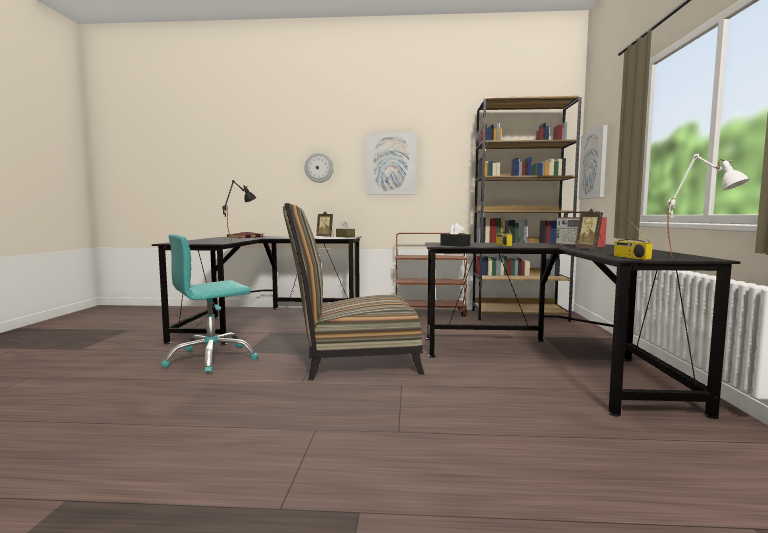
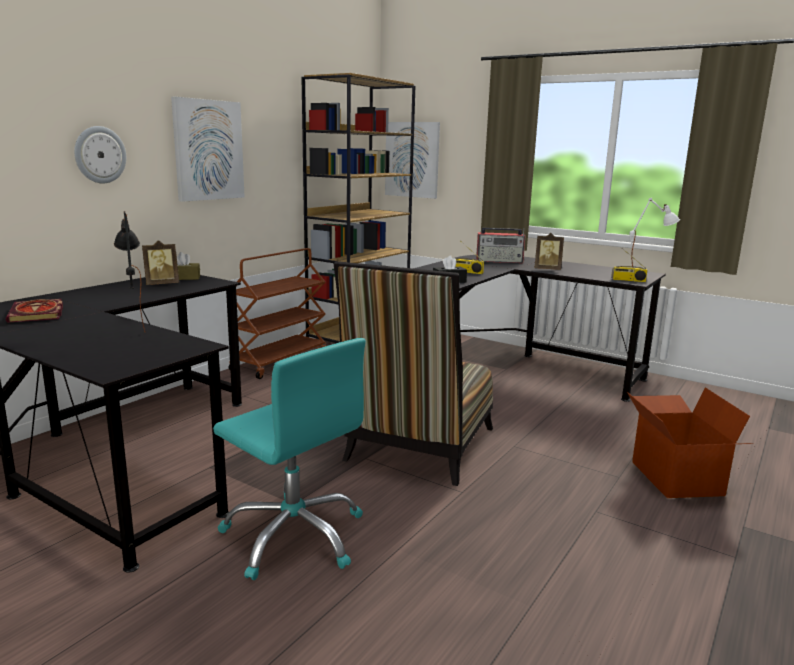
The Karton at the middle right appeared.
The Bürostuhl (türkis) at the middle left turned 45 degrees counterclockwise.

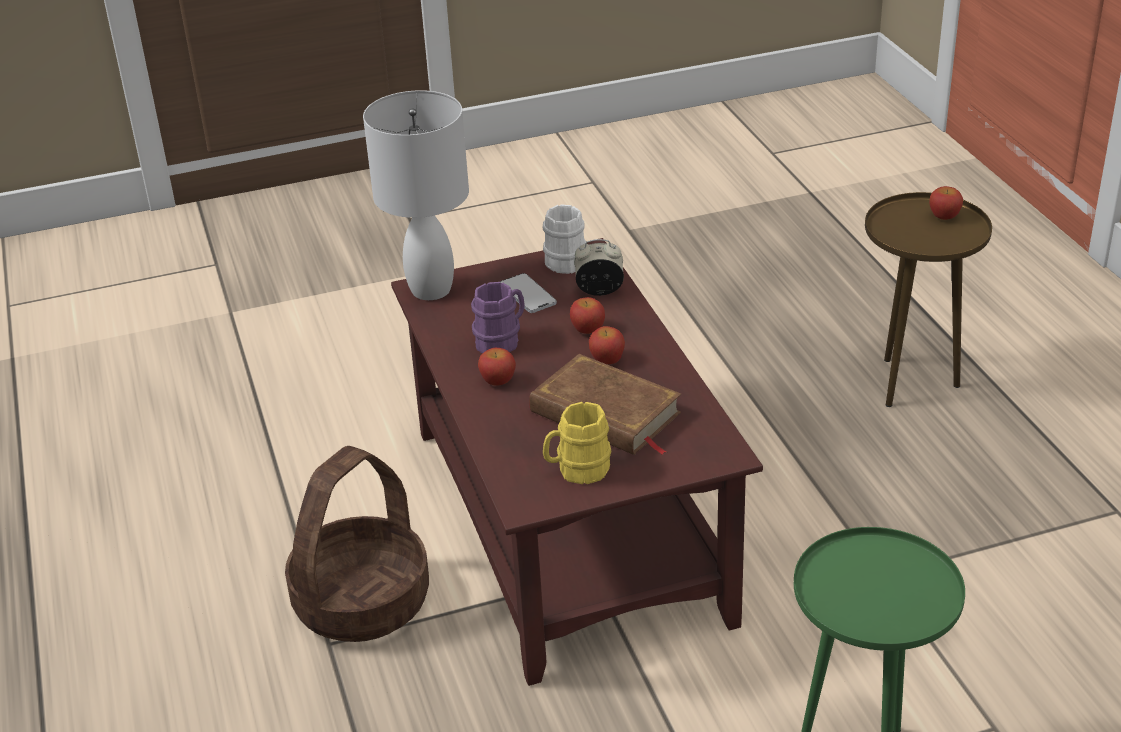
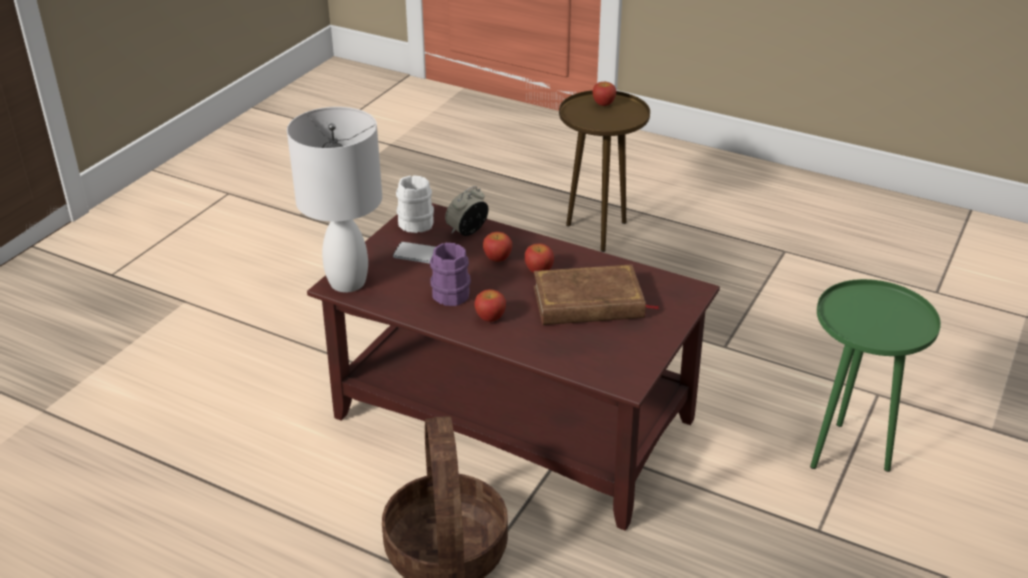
The Henkelbecher (gelb) at the centre disappeared.

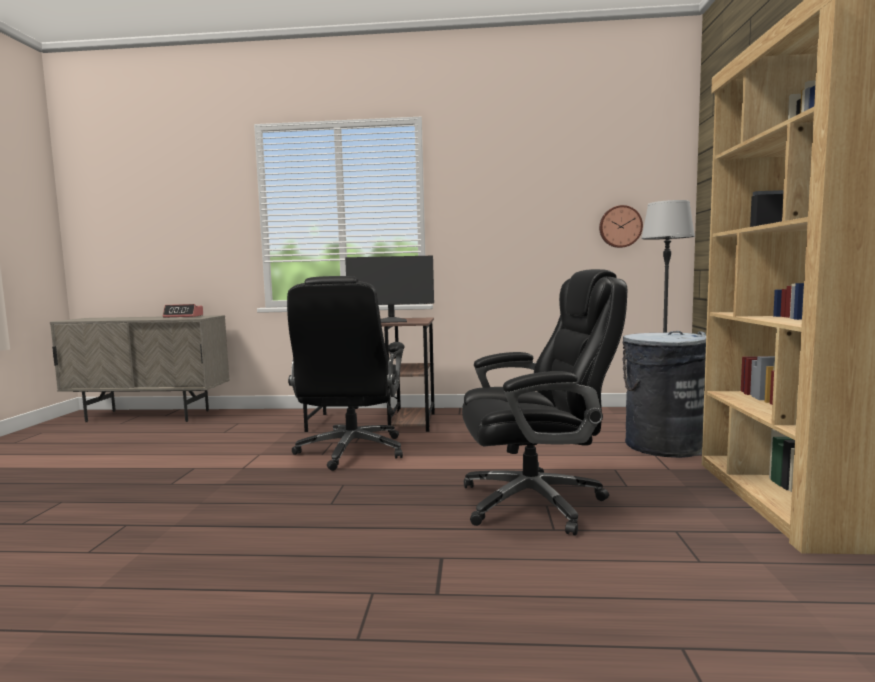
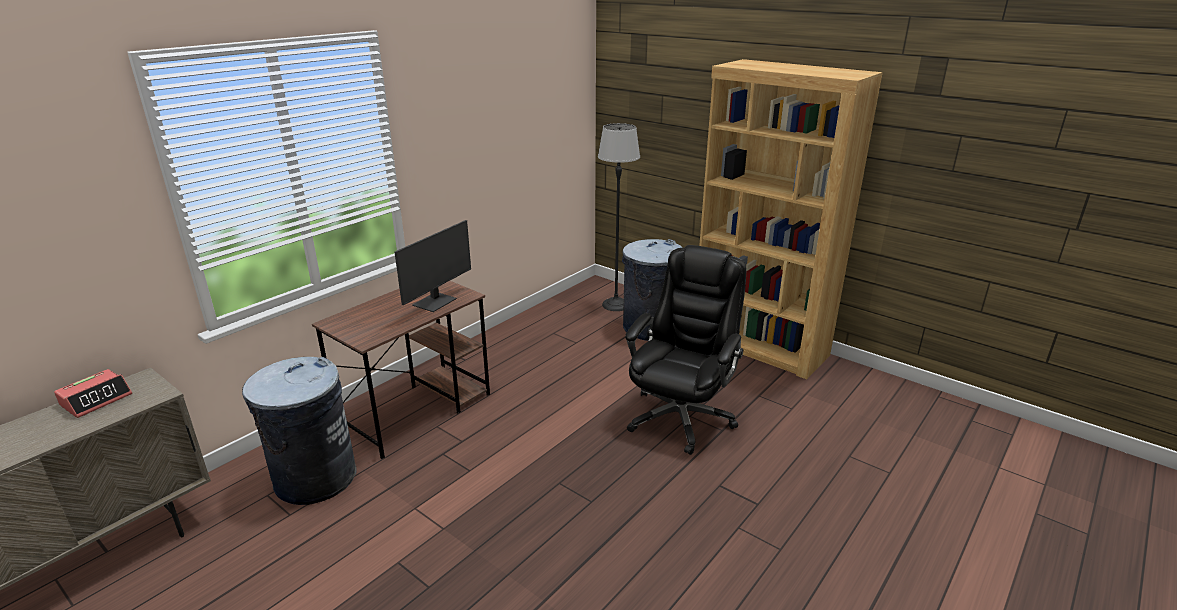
The Bürostuhl (schwarz) (no. 1 from left) at the centre disappeared.
The Wanduhr at the top right disappeared.
The Mülleimer (grau) (no. 1 from left) at the bottom left appeared.

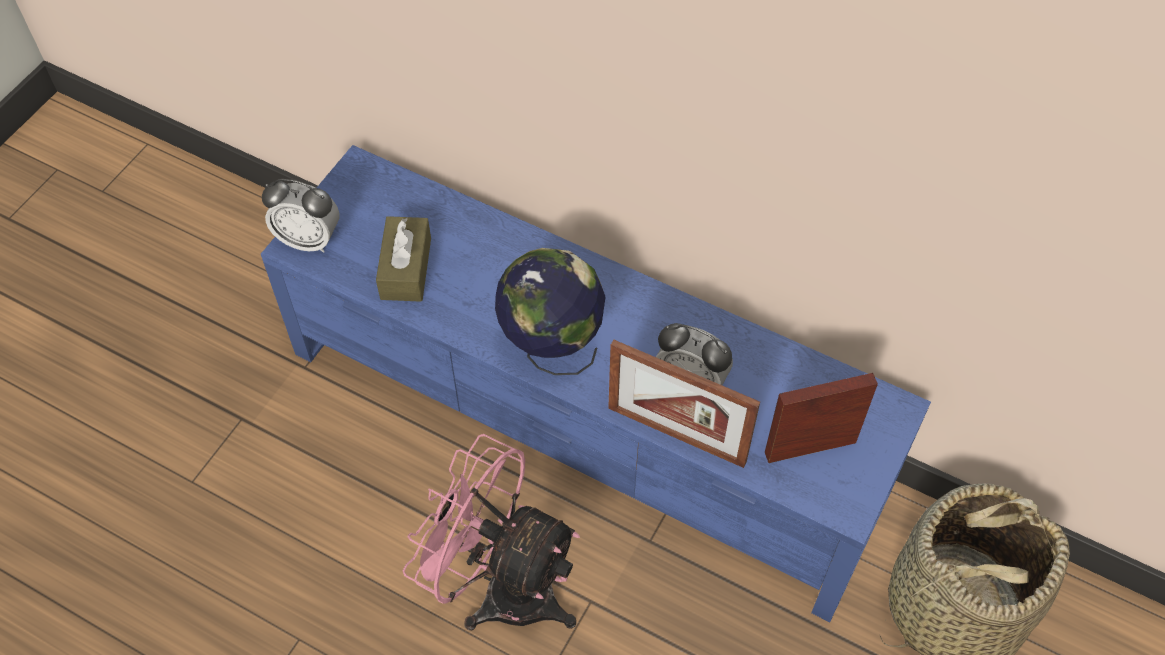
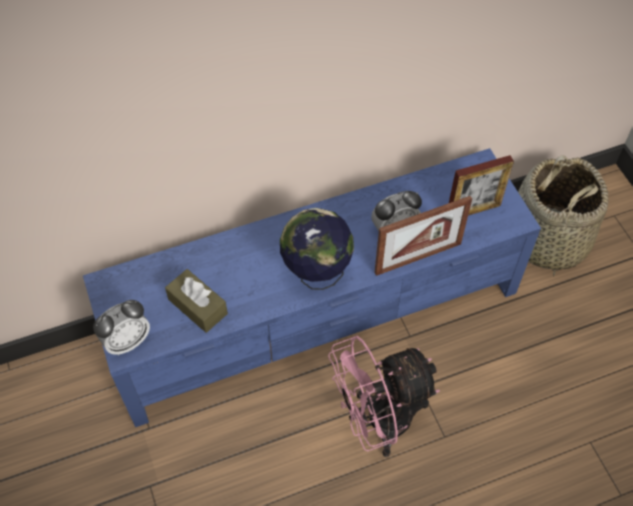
The Bilderrahmen (no. 2 from left) at the middle right turned 135 degrees counterclockwise.

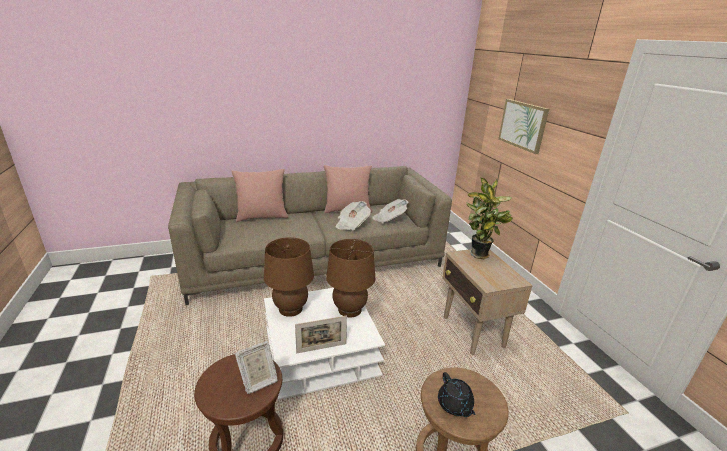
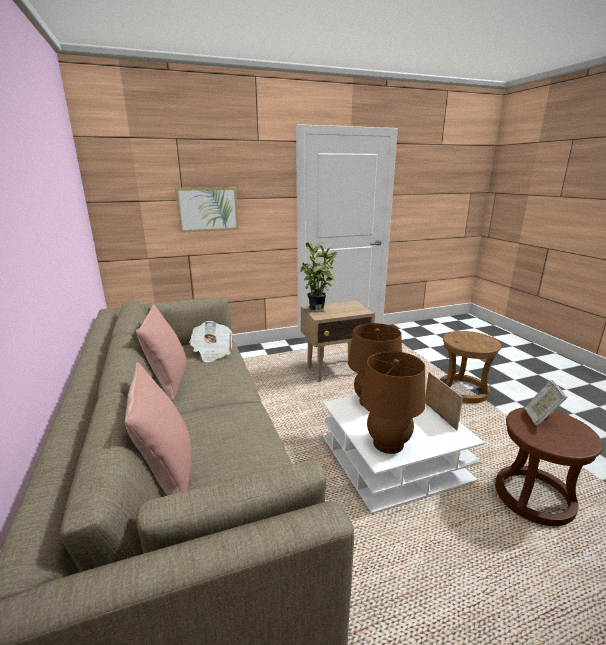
The Zeitung (no. 1 from left) at the centre disappeared.
The Teekanne (schwarz) at the bottom centre disappeared.
The Bilderrahmen (no. 1 from left in the first image) at the bottom centre turned 135 degrees counterclockwise.

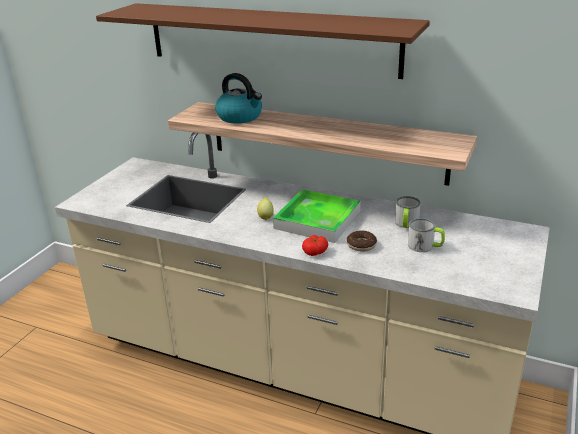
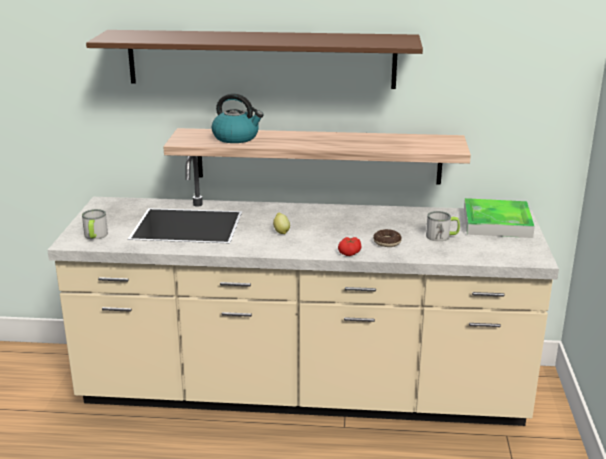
The Tablett moved from the centre to the middle right.
The Henkelbecher (no. 1 from left) moved from the middle right to the middle left.

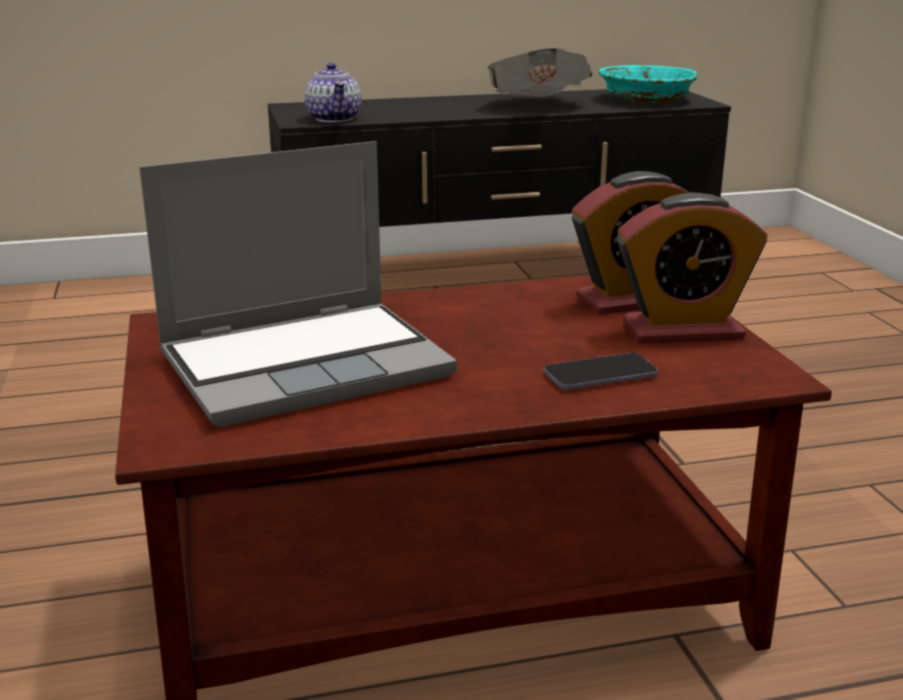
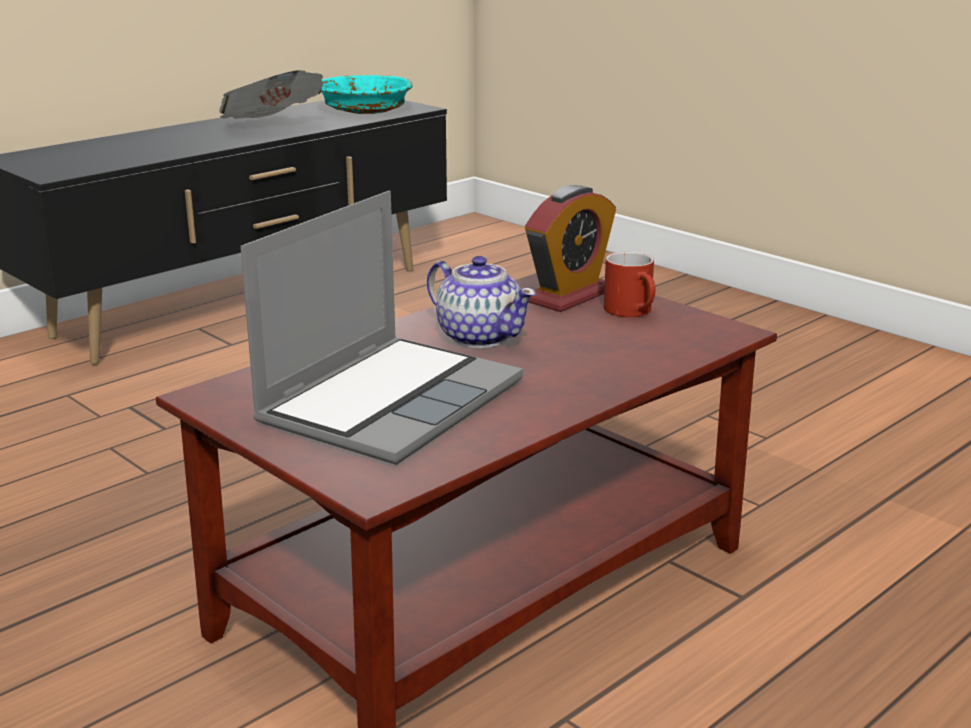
The Handy at the centre disappeared.
The Teekanne moved from the top centre to the centre.
The Wecker (no. 2 from left) at the middle right was replaced by the Henkelbecher (rot) at the centre.

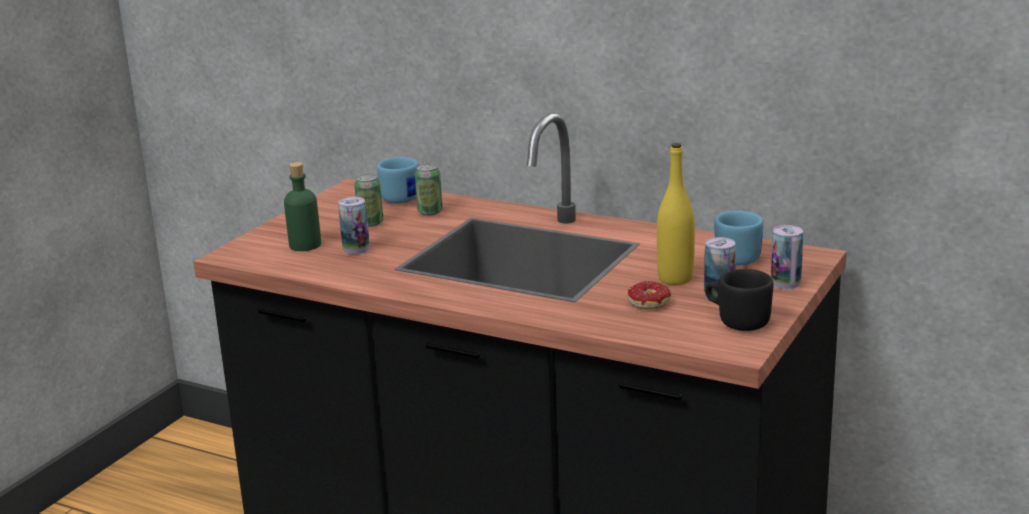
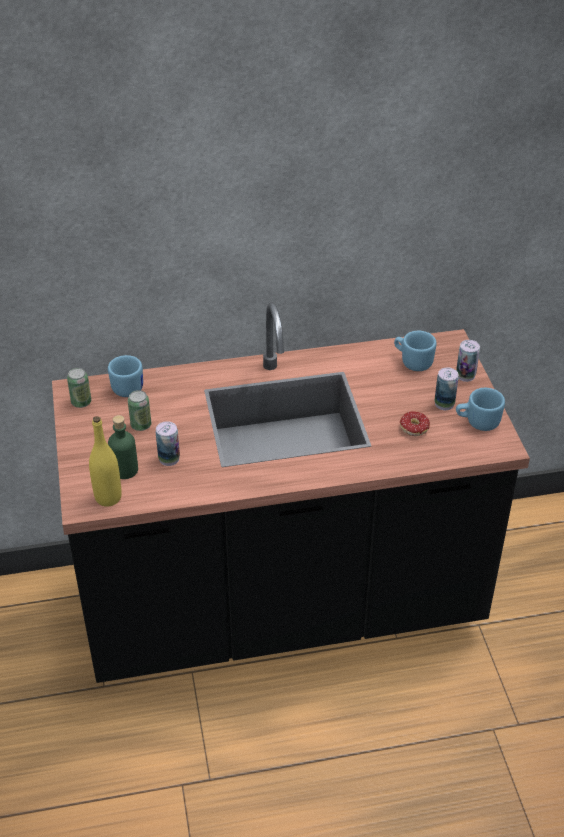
The Dose (no. 3 from left in the first image) moved from the centre to the middle left.
The Flasche (gelb) moved from the centre to the middle left.
The Henkelbecher (schwarz) at the middle right became the Henkelbecher (blau) (no. 3 from left) at the middle right.

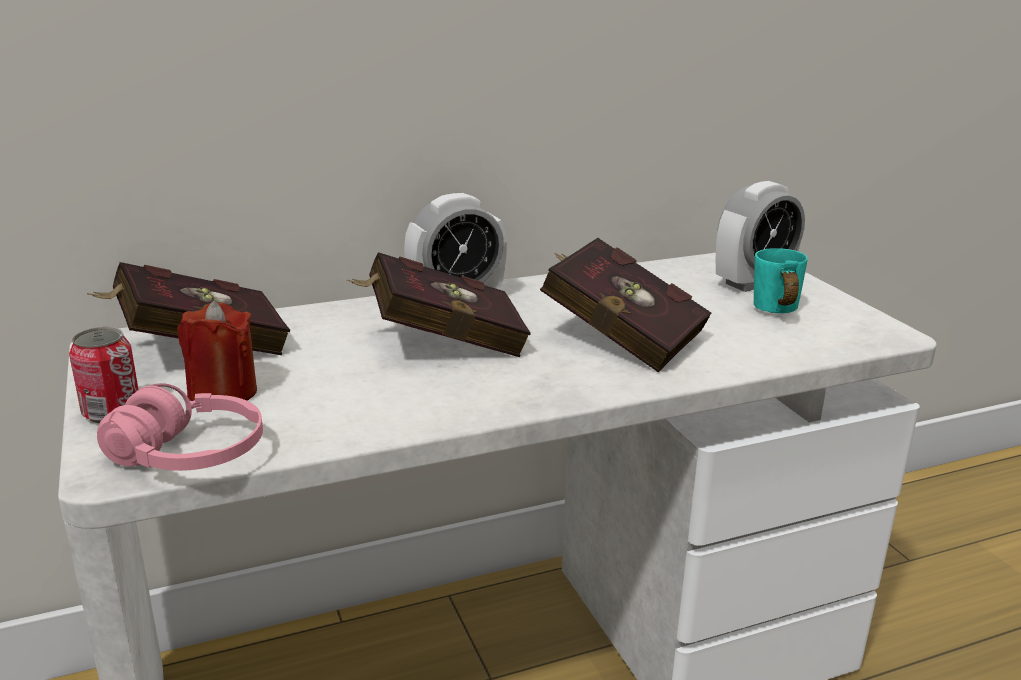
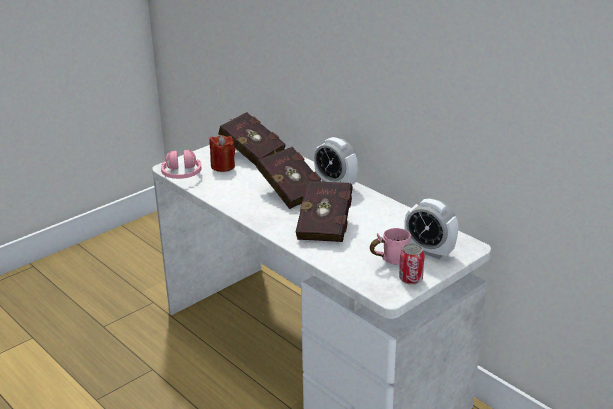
The Dose moved from the middle left to the middle right.
The Henkelbecher (türkis) at the middle right became the Henkelbecher (rosa) at the centre.

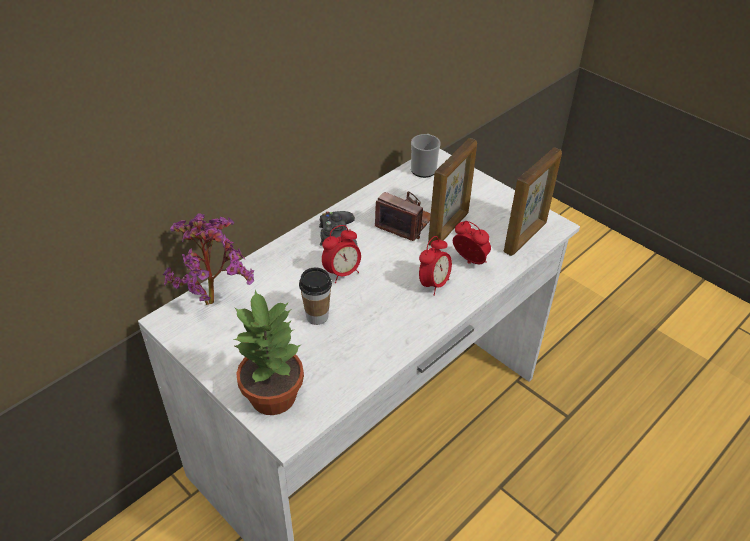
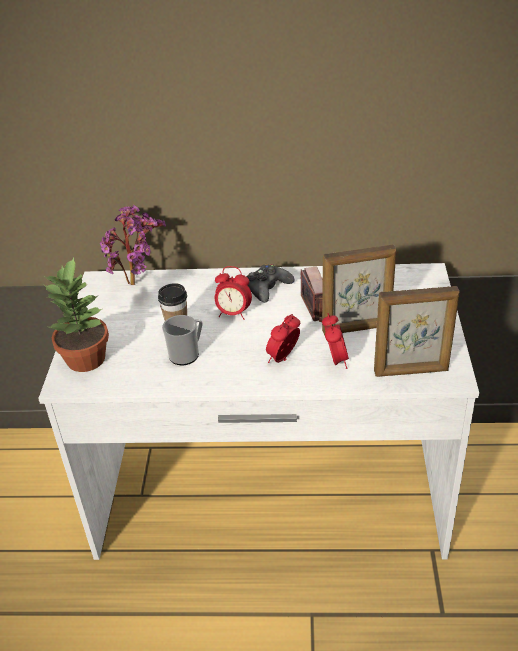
The Henkelbecher moved from the top centre to the centre.
The Wecker (no. 2 from left) at the centre turned 135 degrees clockwise.

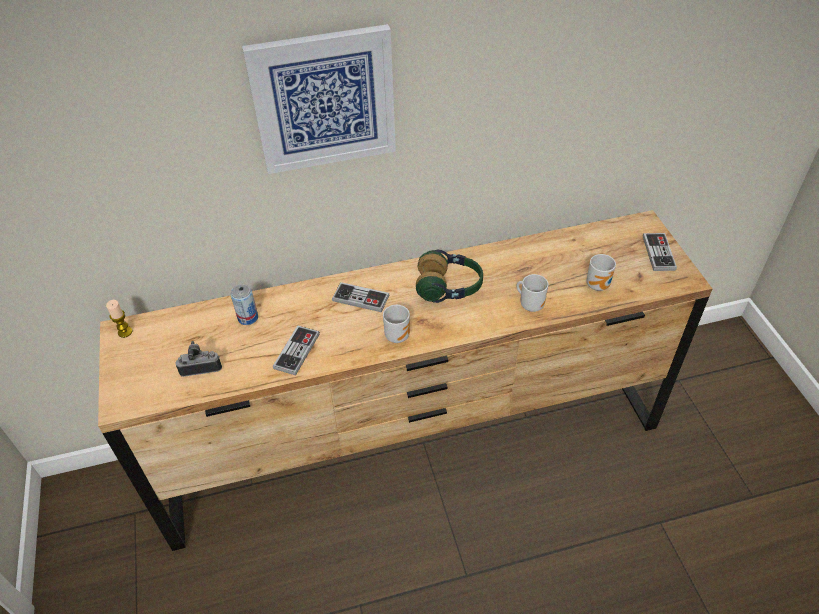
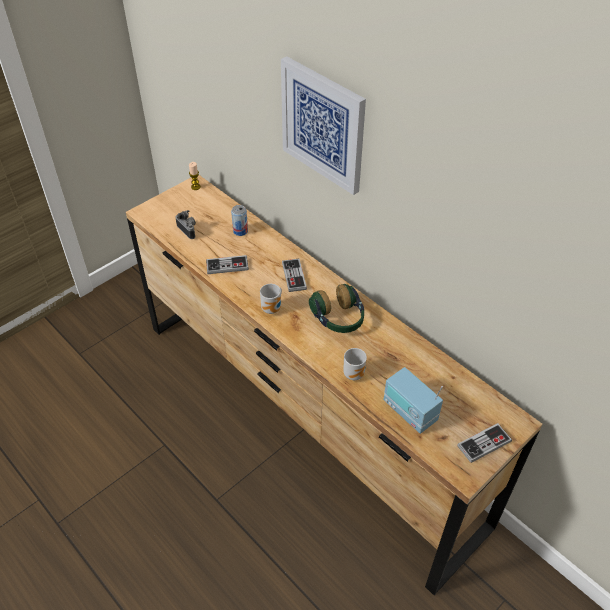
The Henkelbecher (no. 3 from left) at the middle right was replaced by the Radio at the middle right.

